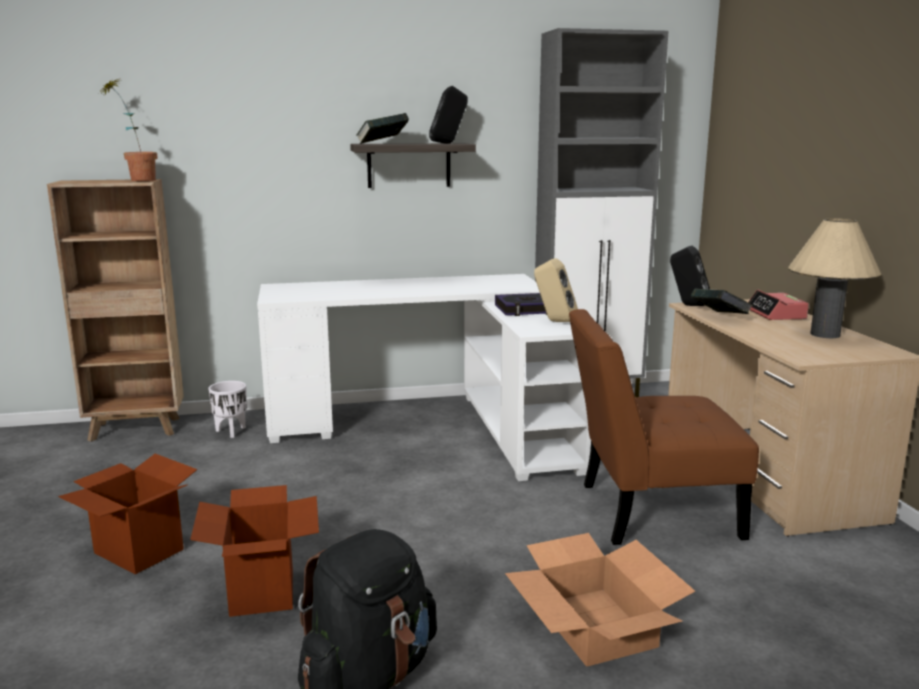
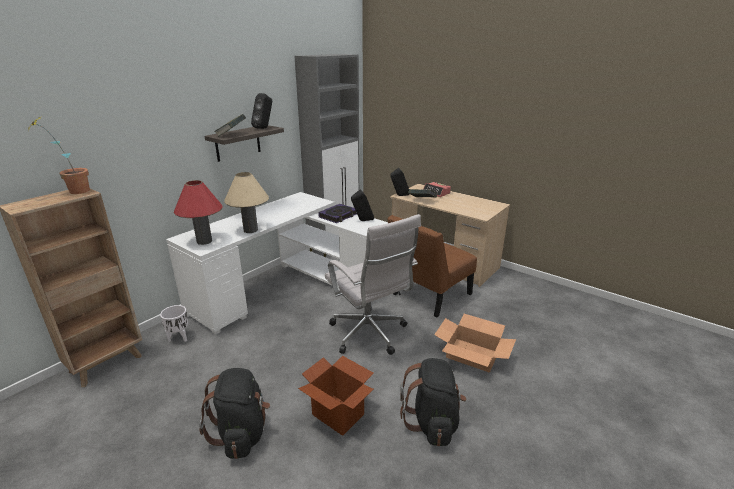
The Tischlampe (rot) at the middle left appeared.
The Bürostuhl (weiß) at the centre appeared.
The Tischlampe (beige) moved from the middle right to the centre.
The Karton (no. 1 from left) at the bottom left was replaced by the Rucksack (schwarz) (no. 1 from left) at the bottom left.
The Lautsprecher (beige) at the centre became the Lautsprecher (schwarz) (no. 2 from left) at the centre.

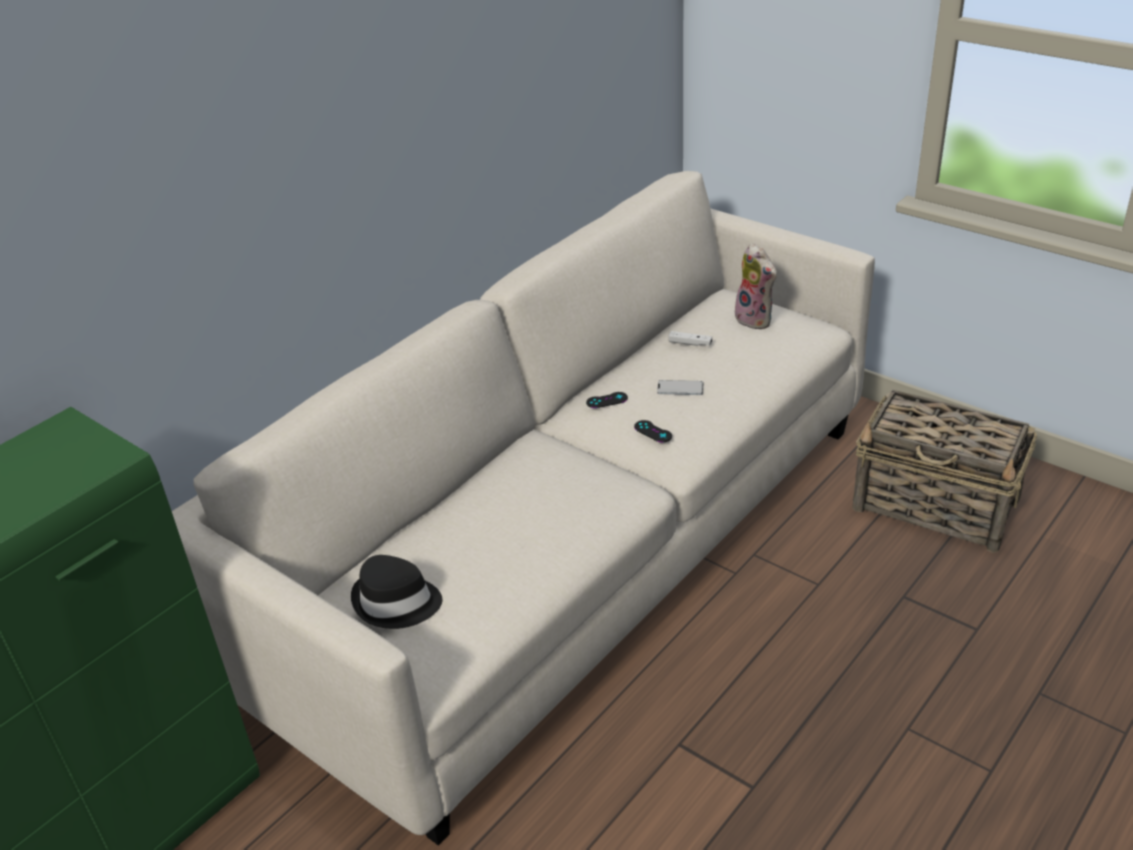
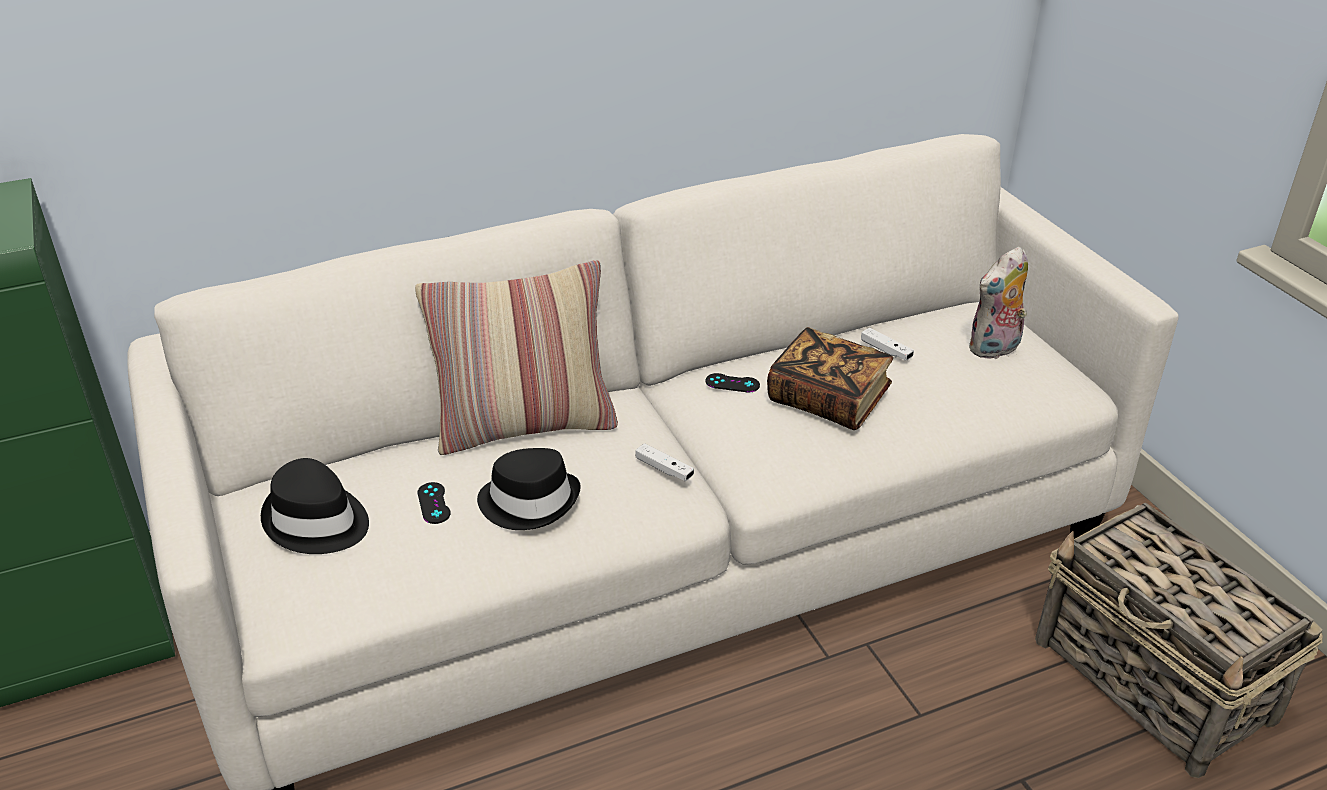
The Kissen at the centre appeared.
The Hut (schwarz) (no. 2 from left) at the centre appeared.
The Gamepad (weiß) (no. 1 from left) at the centre appeared.
The Gamepad (schwarz) (no. 2 from left in the first image) moved from the centre to the middle left.
The Handy at the centre was replaced by the Buch at the centre.
The Plüschtier at the middle right turned 60 degrees clockwise.

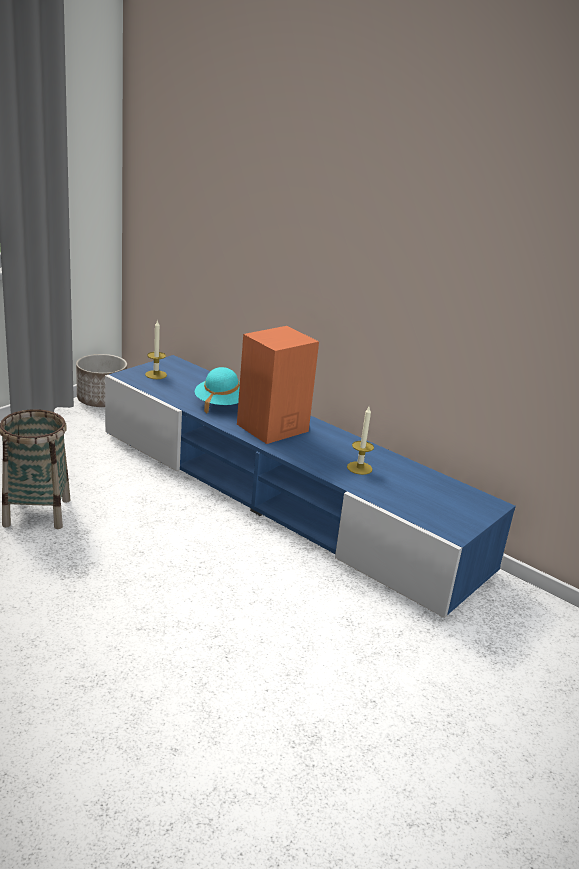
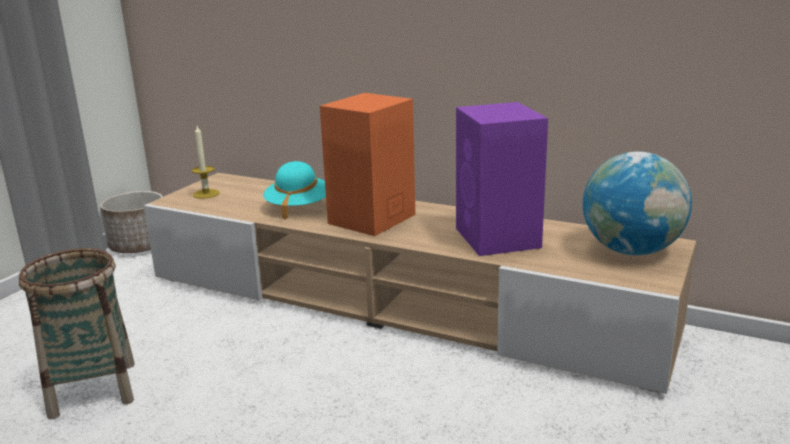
The Globus at the middle right appeared.
The Kerze (no. 2 from left) at the centre was replaced by the Lautsprecher (lila) at the centre.
The Fernsehschrank (blau) at the centre became the Fernsehschrank (beige) at the centre.

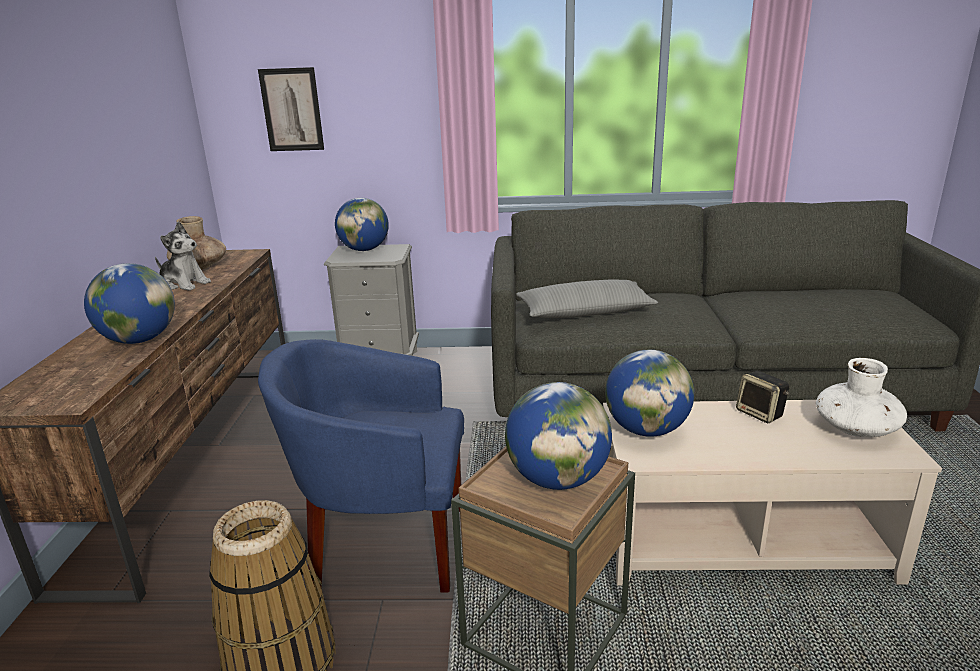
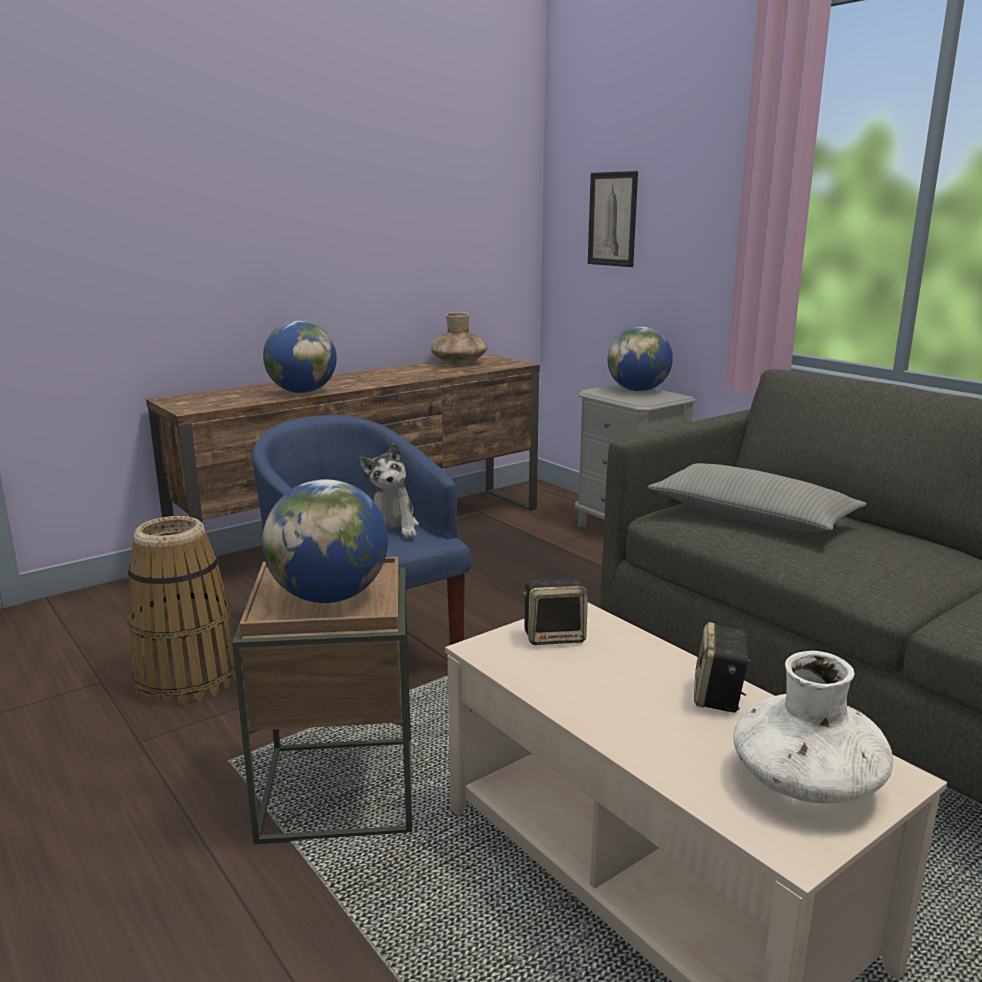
The Plüschtier moved from the middle left to the centre.
The Globus (no. 4 from left) at the centre was replaced by the Lautsprecher (no. 1 from left) at the centre.

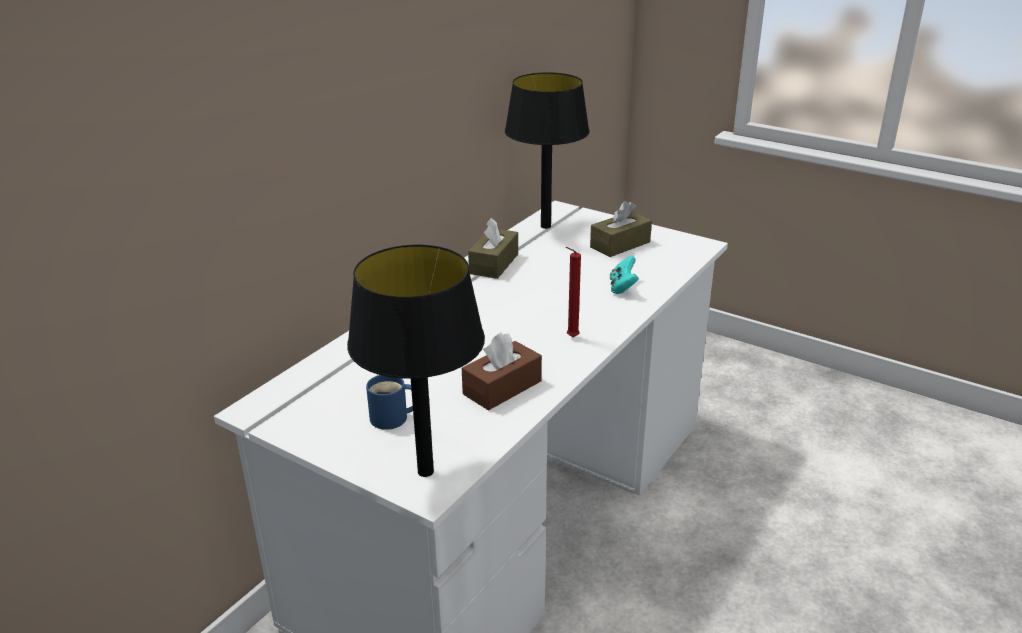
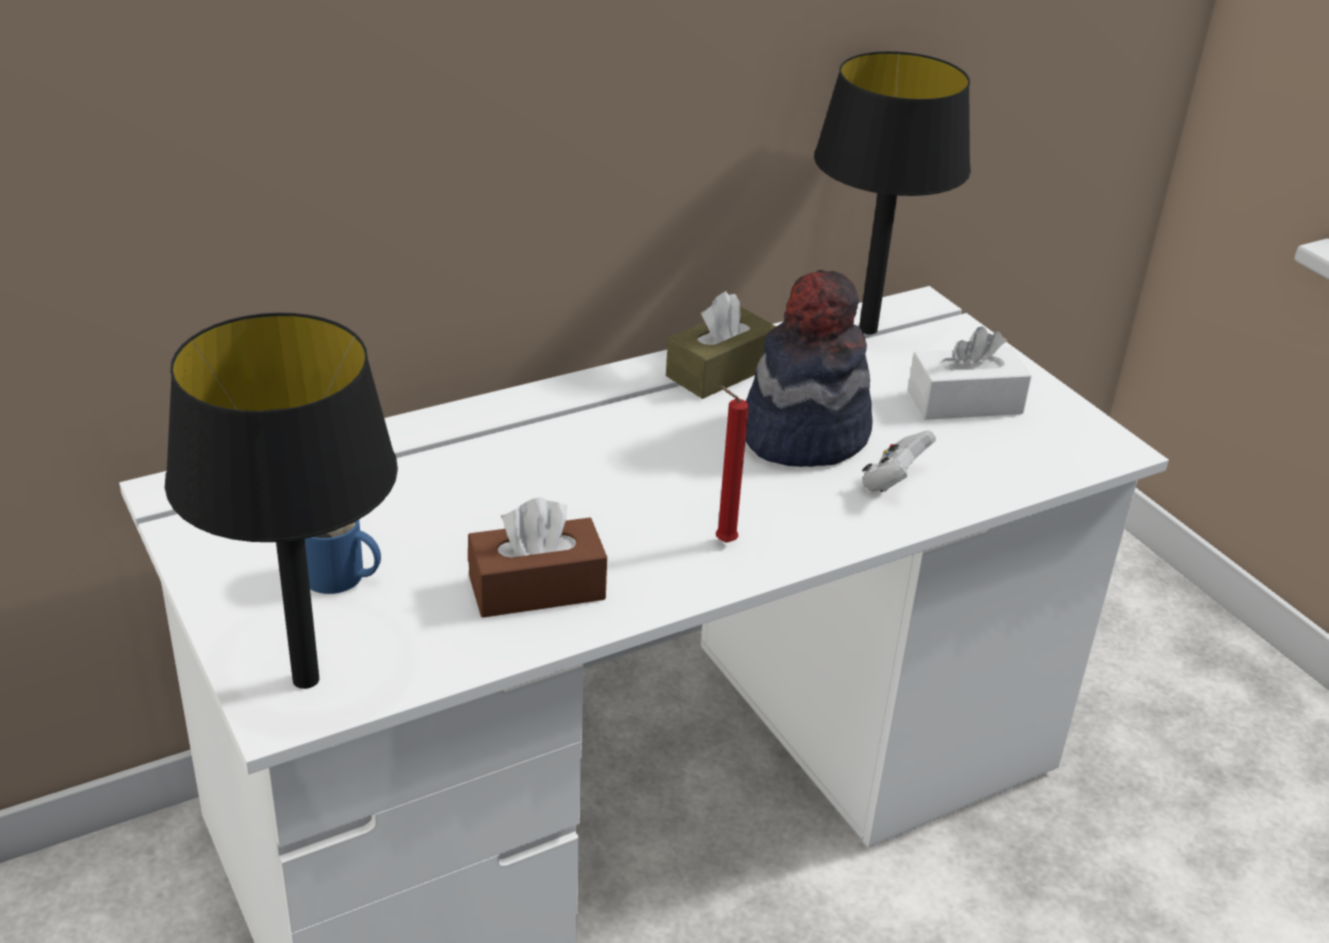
The Hut at the centre appeared.
The Taschentuchbox (braun) (no. 3 from left) at the centre became the Taschentuchbox (weiß) at the middle right.
The Gamepad (türkis) at the centre became the Gamepad (weiß) at the middle right.

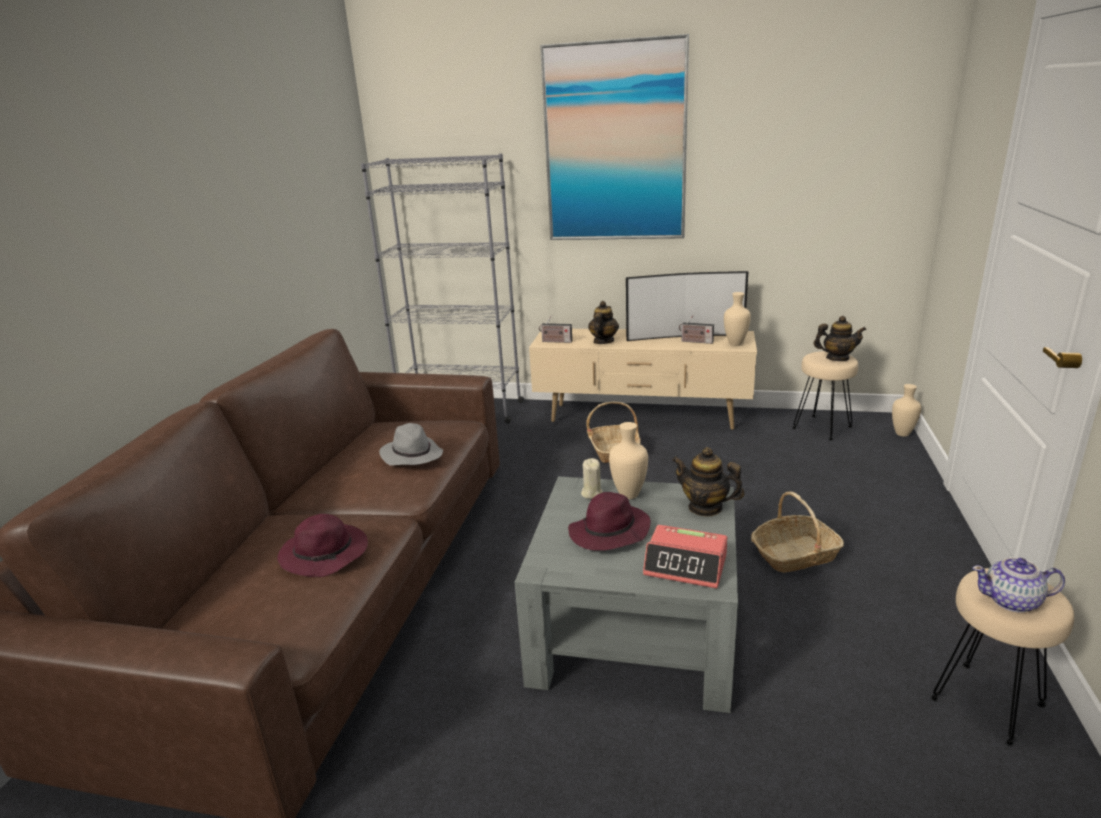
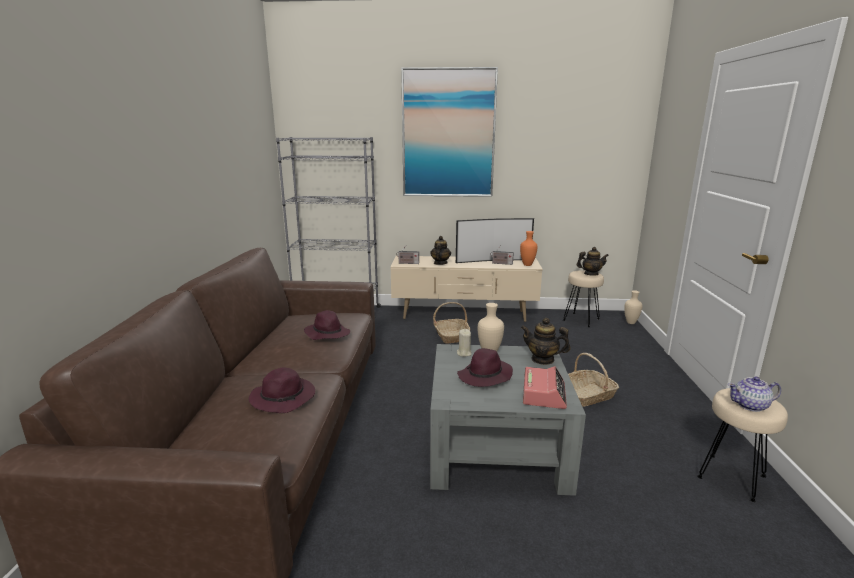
The Hut (grau) at the centre became the Hut (lila) (no. 2 from left) at the centre.
The Vase (beige) (no. 2 from left) at the middle right became the Vase (orange) at the centre.
The Wecker at the bottom centre turned 90 degrees counterclockwise.

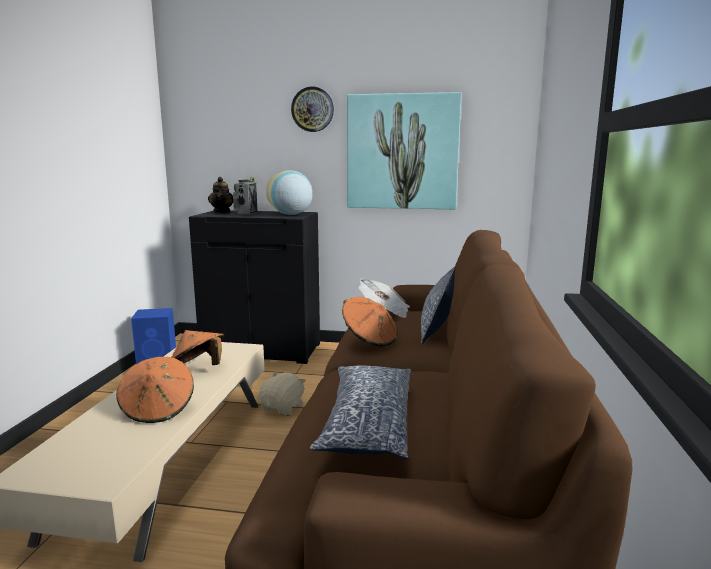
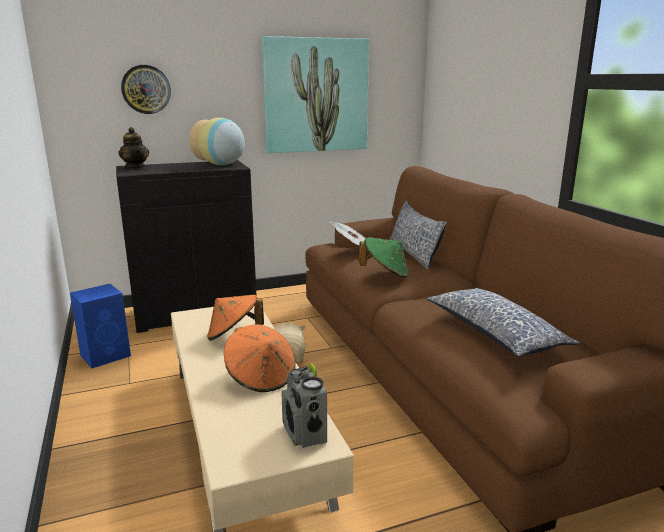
The Radio moved from the centre to the bottom centre.
The Wanduhr moved from the top centre to the top left.
The Hut (orange) (no. 3 from left) at the centre became the Hut (grün) at the centre.

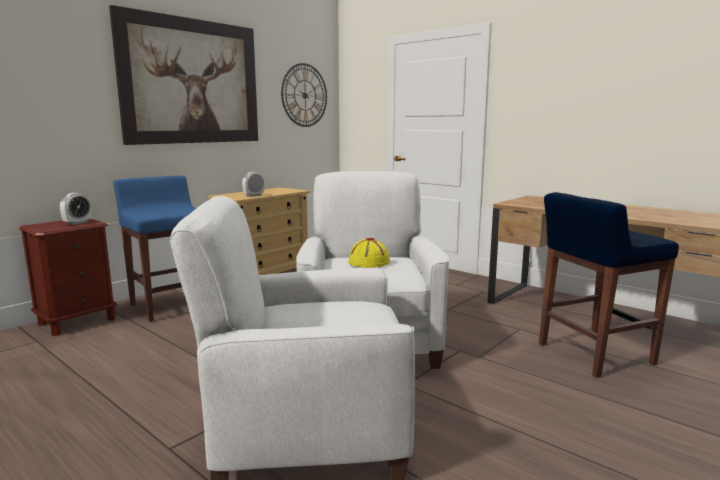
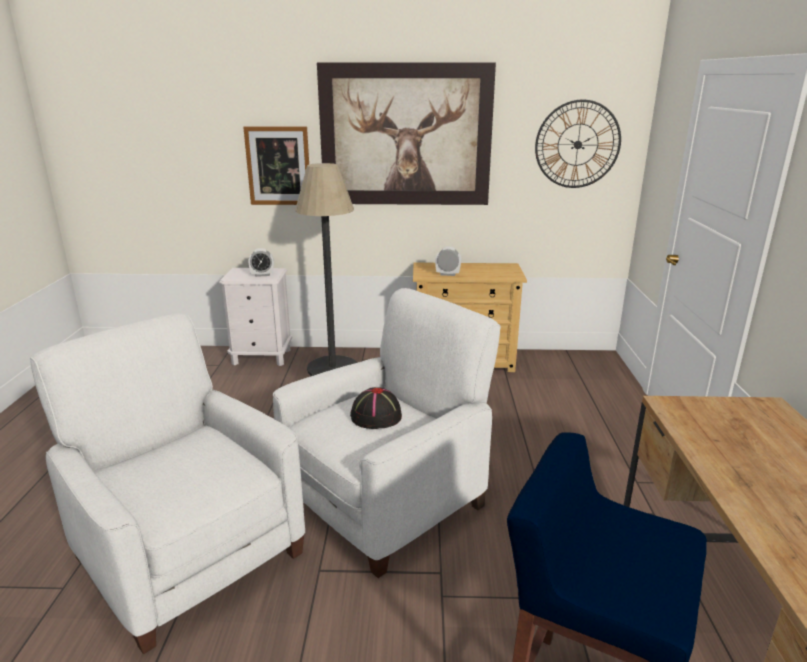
The Bild (no. 1 from left) at the top centre appeared.
The Hocker (blau) (no. 1 from left) at the middle left was replaced by the Stehlampe at the centre.
The Nachttisch (braun) at the middle left became the Nachttisch (weiß) at the middle left.
The Hut (gelb) at the centre became the Hut (schwarz) at the centre.

